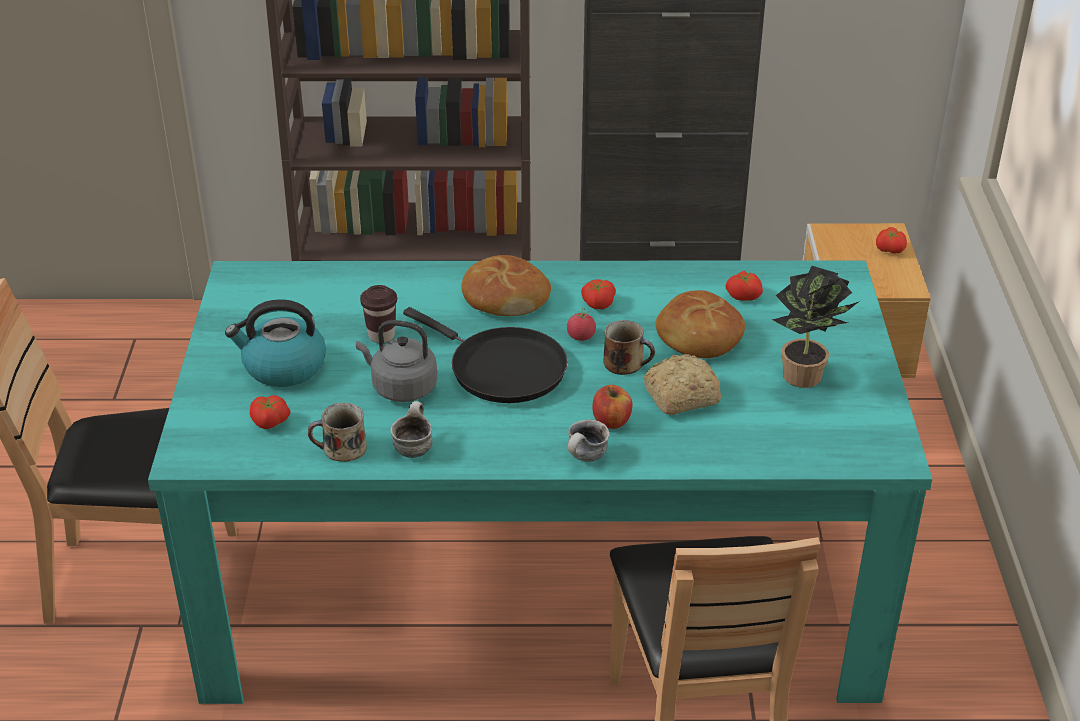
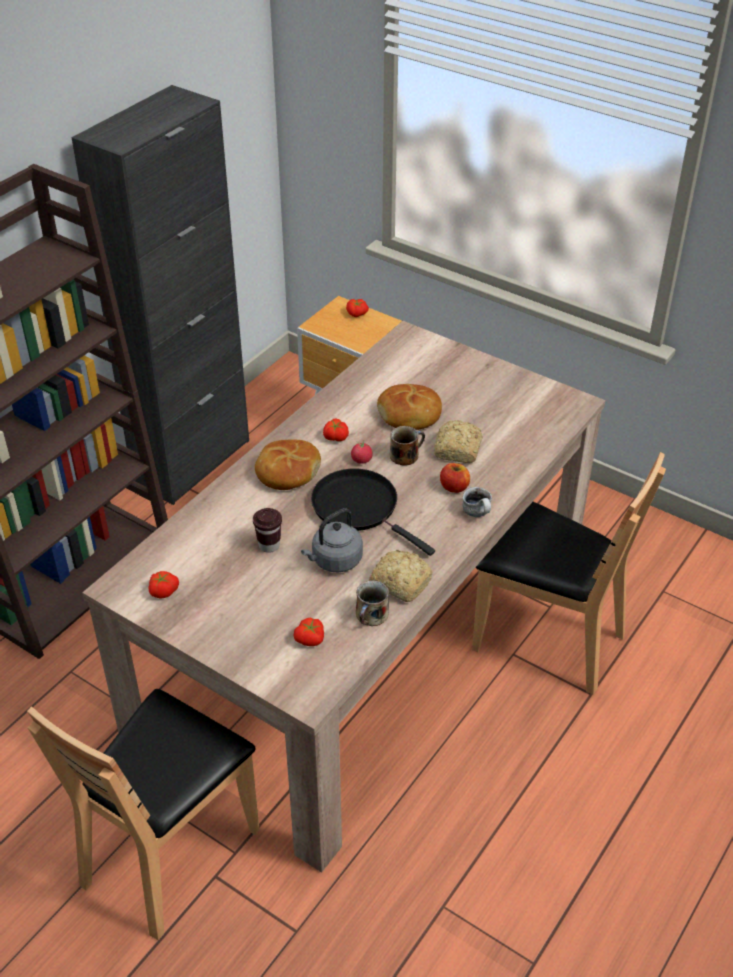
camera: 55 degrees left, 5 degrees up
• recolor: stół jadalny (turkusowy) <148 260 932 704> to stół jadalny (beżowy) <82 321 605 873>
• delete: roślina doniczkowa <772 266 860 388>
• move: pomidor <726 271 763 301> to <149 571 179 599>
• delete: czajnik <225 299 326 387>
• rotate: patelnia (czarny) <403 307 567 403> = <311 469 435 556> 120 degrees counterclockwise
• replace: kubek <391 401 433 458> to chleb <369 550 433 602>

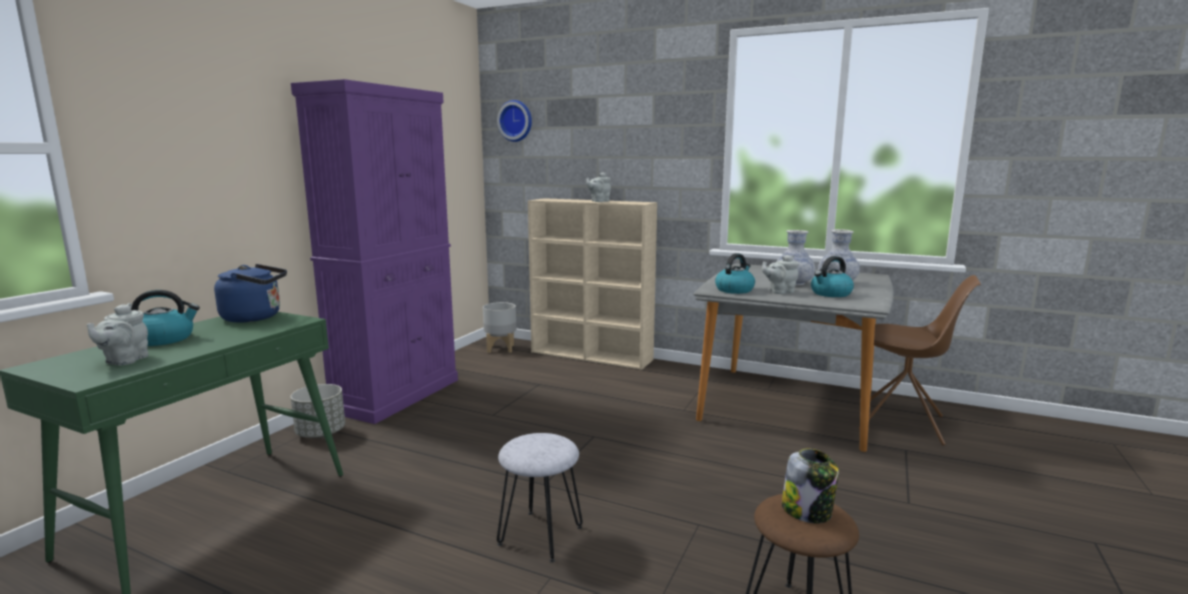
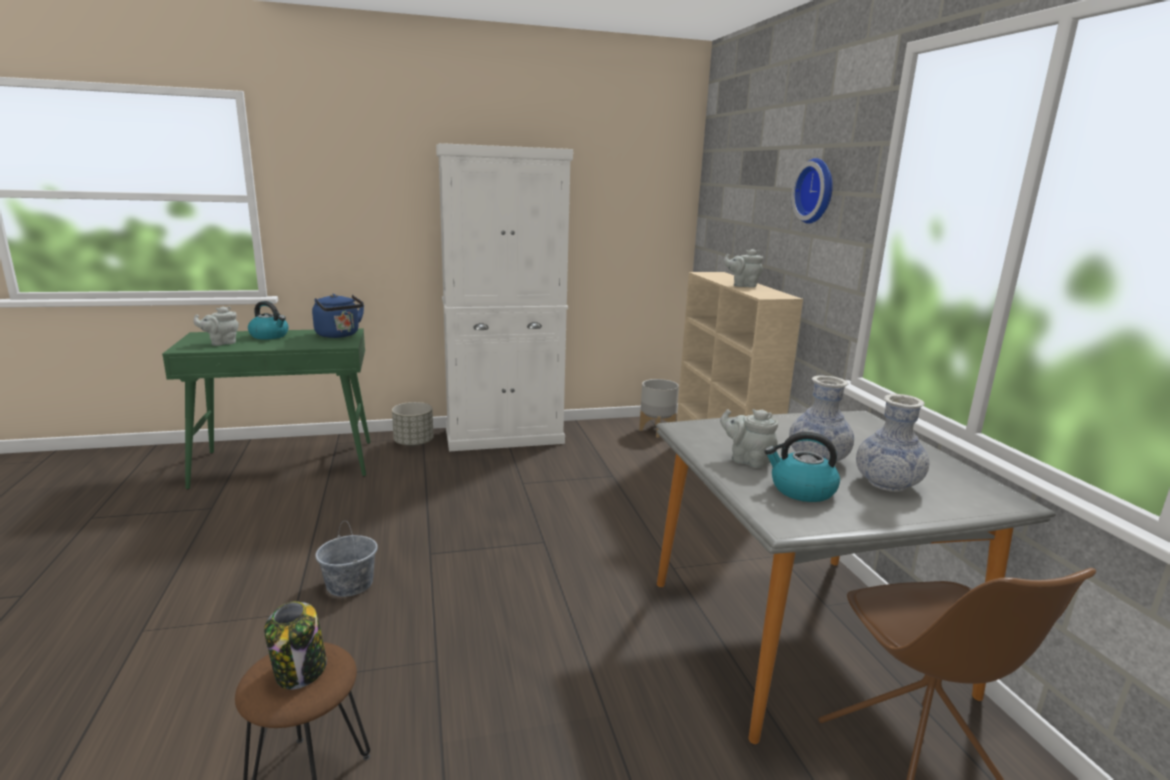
camera: 50 degrees right, 5 degrees up
• recolor: szafka (fioletowy) <291 79 458 424> to szafka (biały) <436 143 573 451>
• move: zegar ścienny <497 100 532 142> to <791 158 833 224>
• delete: czajnik <715 253 755 294>
• replace: stołek (szary) <497 433 583 563> to wiadro (szary) <315 521 378 597>

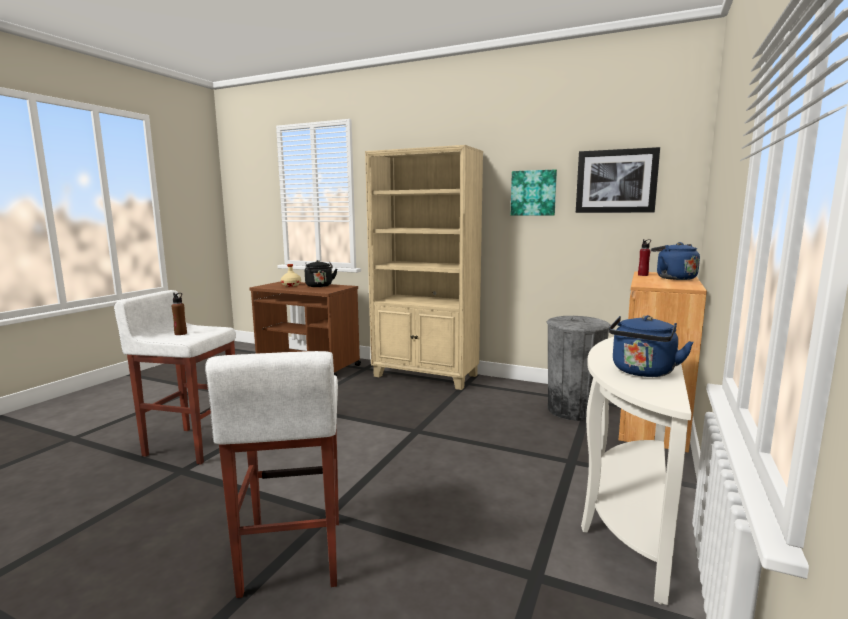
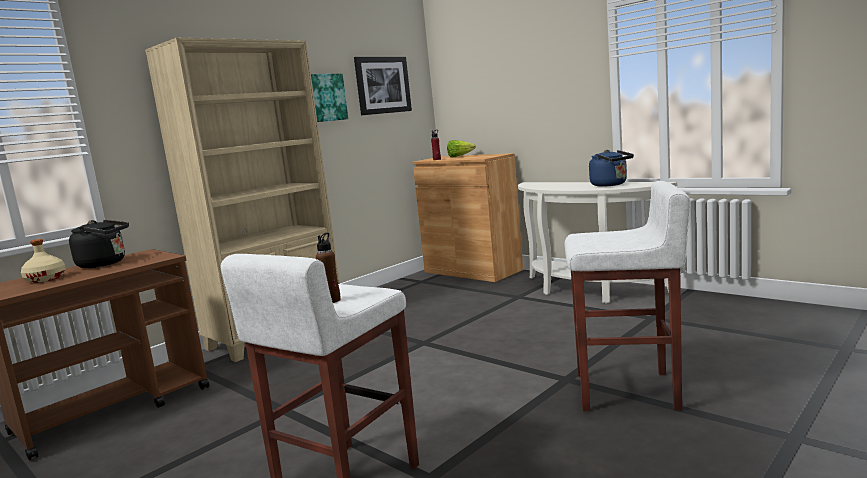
camera: 70 degrees left, 0 degrees up
• replace: czajnik (niebieski) <651 242 700 280> to sałata <447 140 476 157>
• delete: kosz na śmieci (szary) <547 316 611 421>

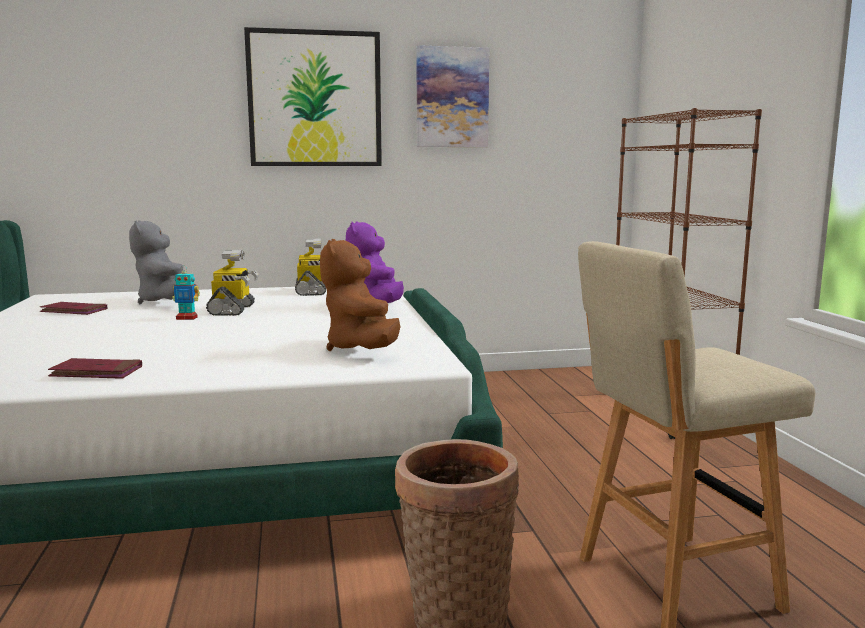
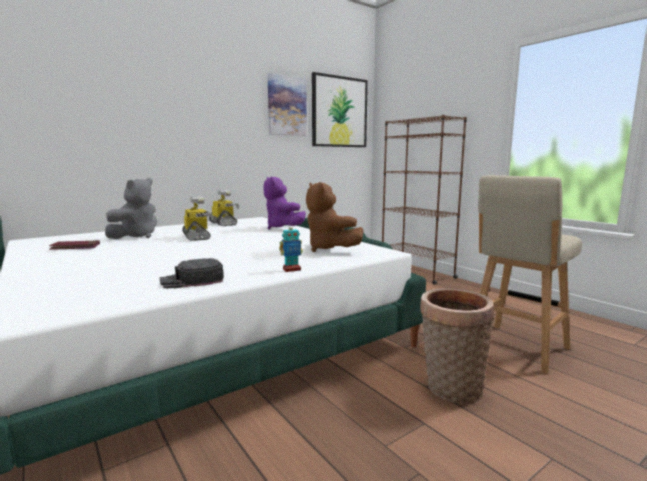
camera: 25 degrees left, 0 degrees up
• move: obraz <244 27 382 166> to <312 72 368 147>
• rotate: pluszak (szary) <129 220 183 304> = <105 178 157 239> 105 degrees counterclockwise
• move: robot zabawkowy <172 265 200 320> to <279 222 303 272>
• replace: książka (czerwony) <48 358 142 379> to czapka z daszkiem (czarny) <159 258 224 289>

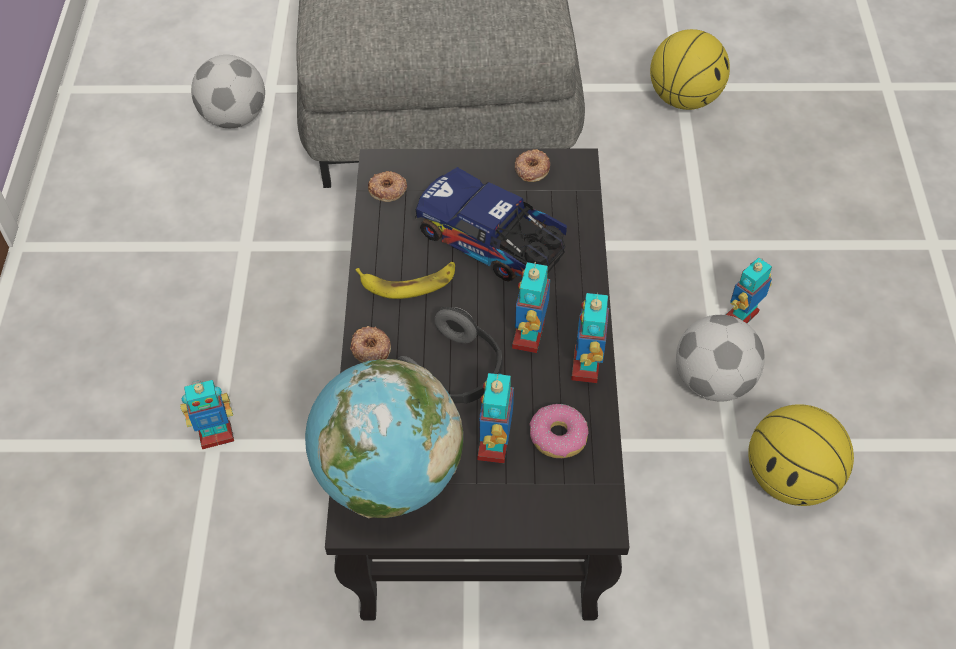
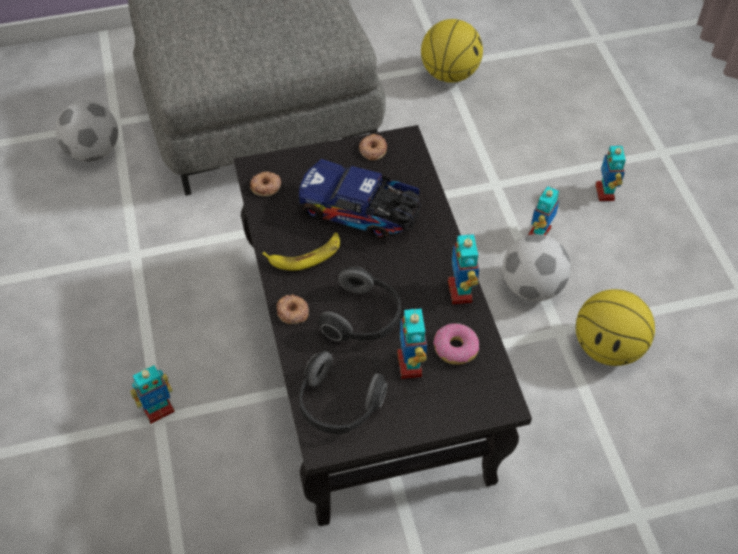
camera: 15 degrees left, 0 degrees up
• move: robot zabawkowy <512 261 550 353> to <596 143 626 201>
• replace: globus <305 359 463 518> to słuchawki <299 351 387 434>

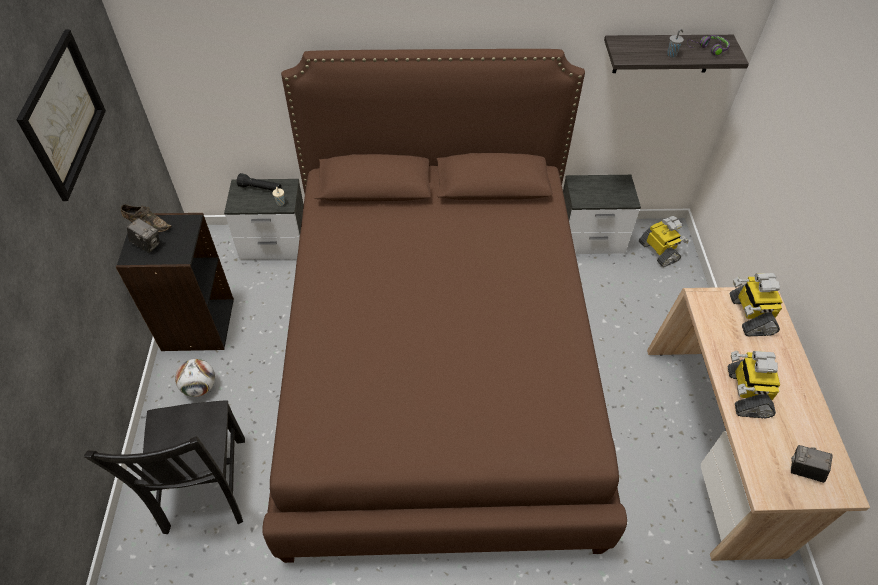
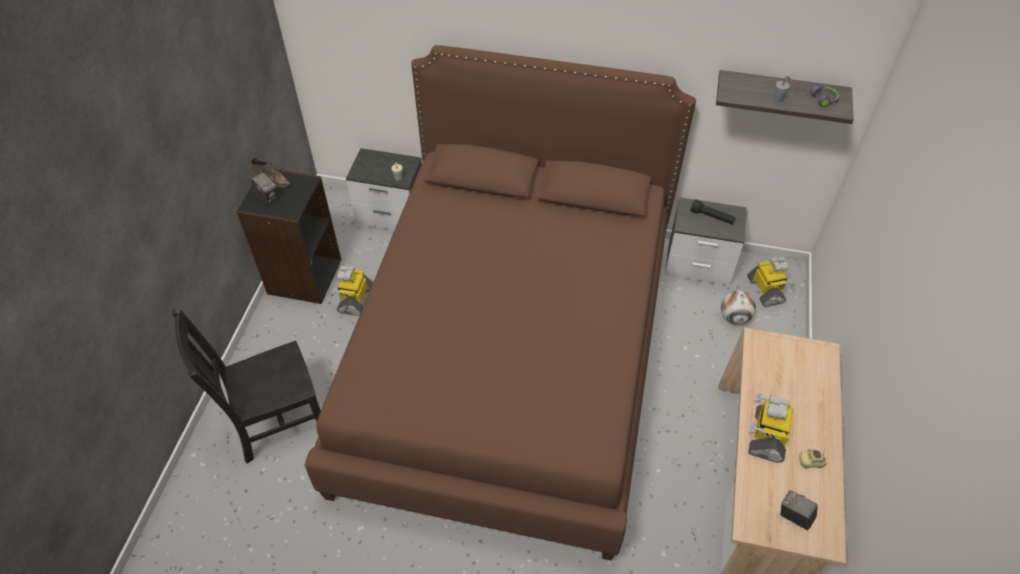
camera: 15 degrees right, 0 degrees up
• delete: obraz <16 30 106 201>
• move: latarka (czarny) <237 173 281 191> to <690 199 735 224>
• move: robot zabawkowy <730 273 782 336> to <330 266 373 316>
• move: piłka futbolowa <175 359 215 397> to <721 291 756 325>
• rotate: krzesło (czarny) <84 400 245 534> = <172 309 321 463> 60 degrees clockwise
• insert: samochodzik <799 450 826 468>

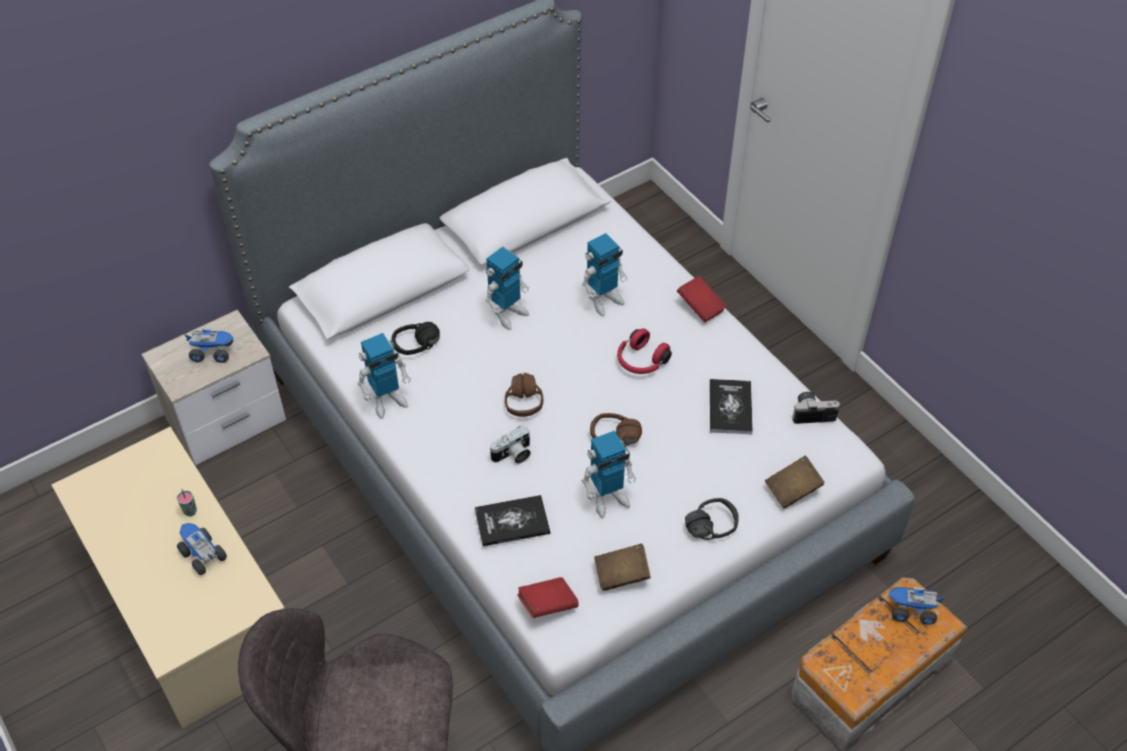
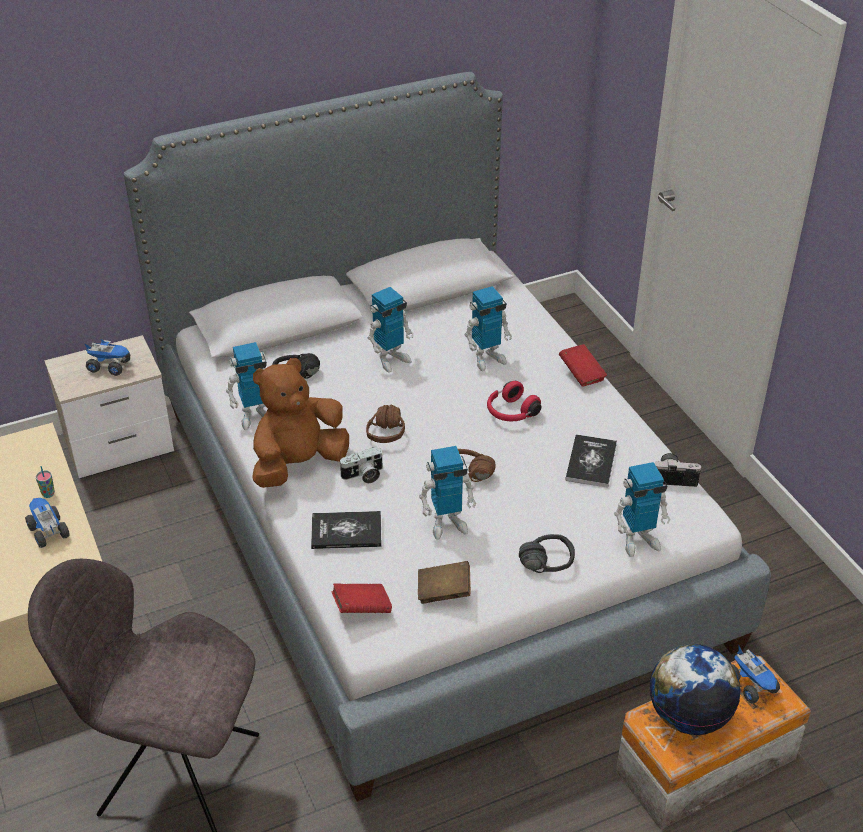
camera: 10 degrees right, 10 degrees down
• replace: książka (brązowy) <765 456 825 509> to robot zabawkowy <614 462 670 557>
• rotate: ciężarówka zabawkowa <888 587 944 625> = <732 646 780 703> 135 degrees counterclockwise
• insert: pluszak (brązowy) <253 358 349 488>
• insert: globus <650 644 741 735>

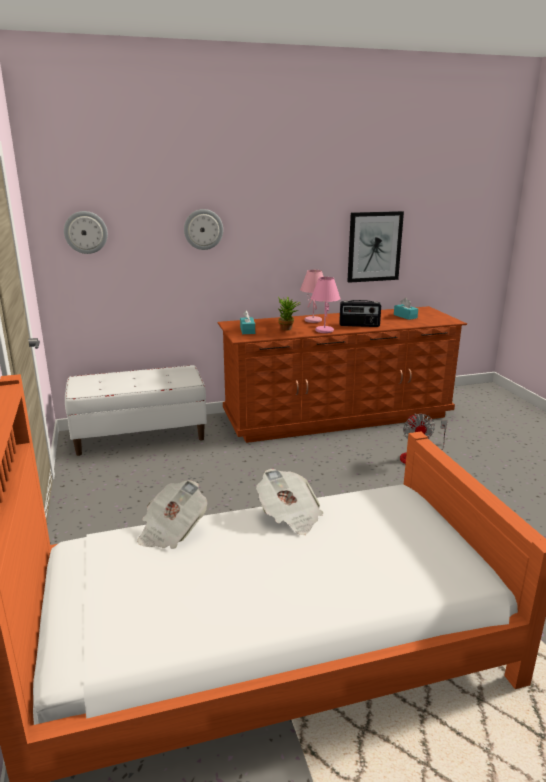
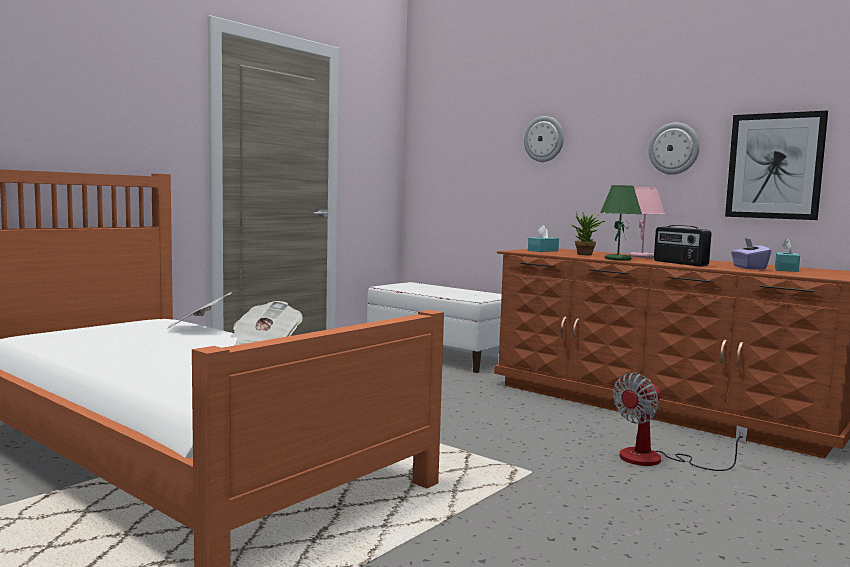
camera: 55 degrees right, 15 degrees down
• move: zegar ścienny <64 211 108 254> to <649 122 700 175>
• recolor: lampa stołowa (różowy) <311 277 341 333> to lampa stołowa (zielony) <600 185 642 260>
• insert: pudełko chusteczek (fioletowy) <731 238 771 270>

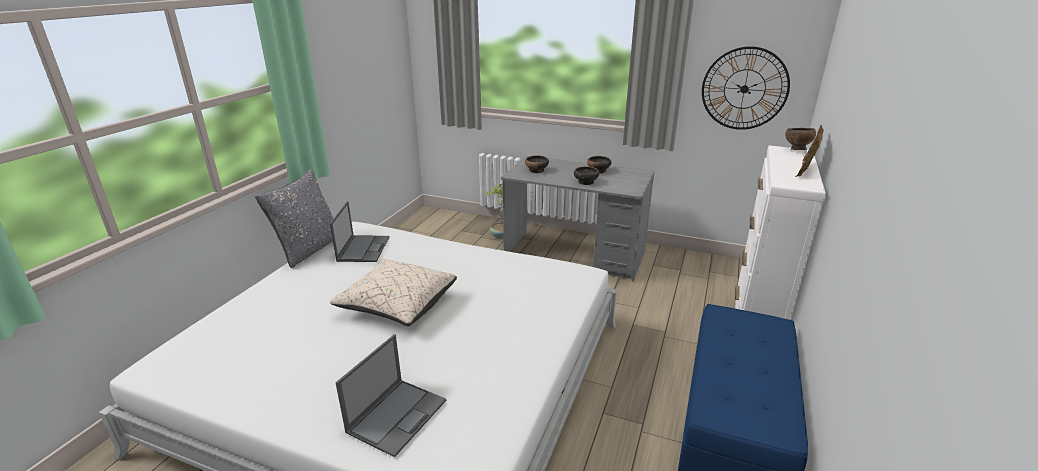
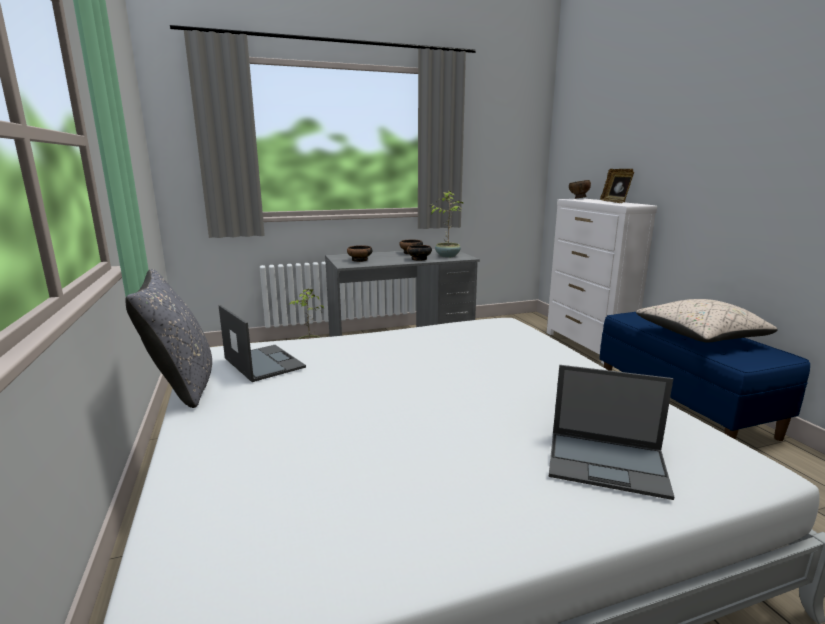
camera: 40 degrees left, 10 degrees down
• delete: zegar ścienny <702 46 790 130>
• move: poduszka (beżowy) <330 259 457 326> to <636 299 778 343>
• rotate: laptop <335 334 446 457> = <549 365 674 500> 120 degrees clockwise
• insert: roślina doniczkowa <431 191 464 258>

